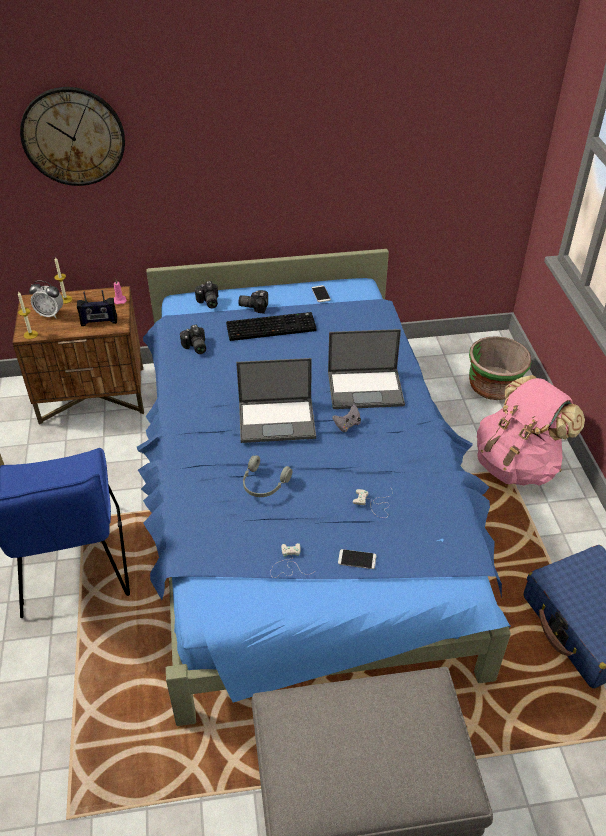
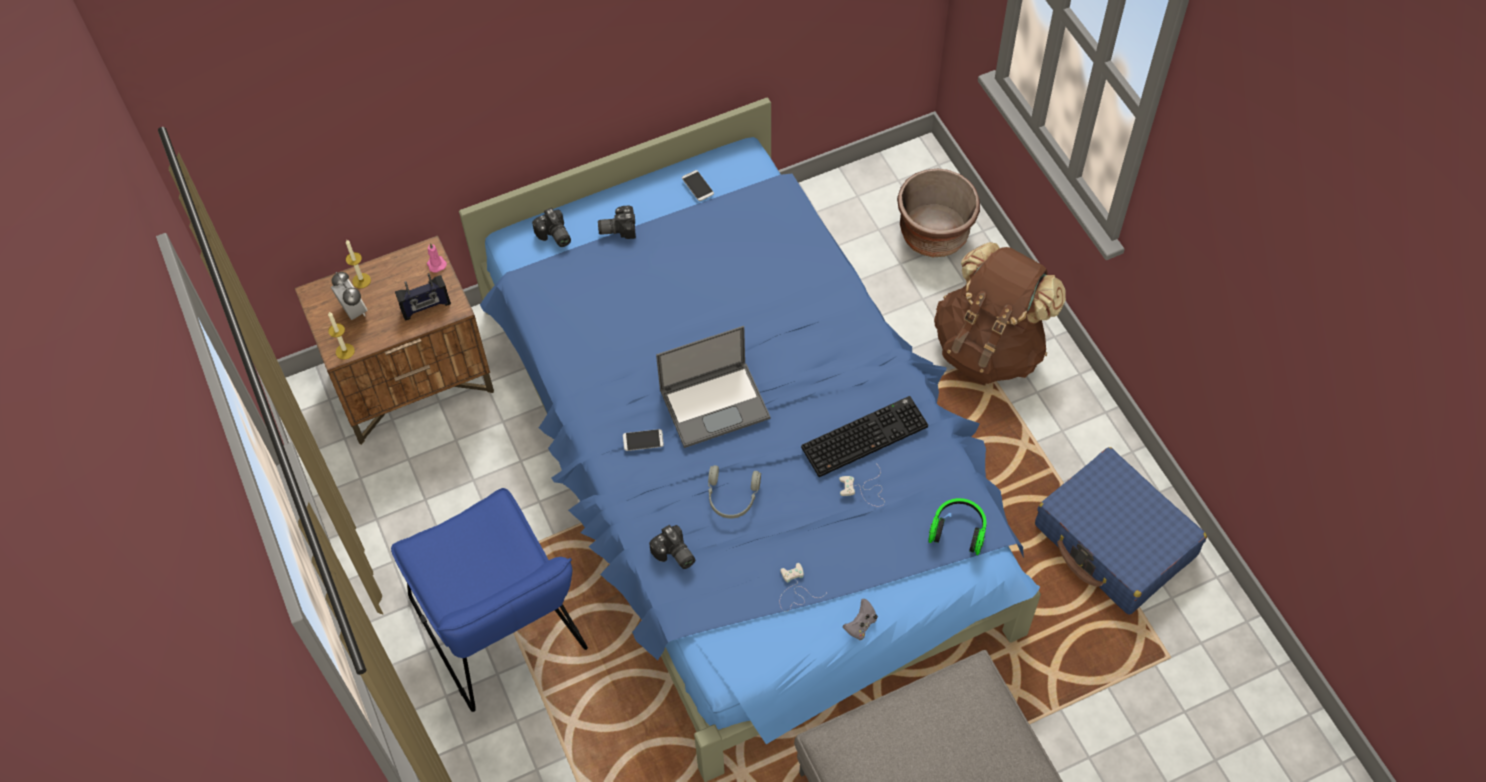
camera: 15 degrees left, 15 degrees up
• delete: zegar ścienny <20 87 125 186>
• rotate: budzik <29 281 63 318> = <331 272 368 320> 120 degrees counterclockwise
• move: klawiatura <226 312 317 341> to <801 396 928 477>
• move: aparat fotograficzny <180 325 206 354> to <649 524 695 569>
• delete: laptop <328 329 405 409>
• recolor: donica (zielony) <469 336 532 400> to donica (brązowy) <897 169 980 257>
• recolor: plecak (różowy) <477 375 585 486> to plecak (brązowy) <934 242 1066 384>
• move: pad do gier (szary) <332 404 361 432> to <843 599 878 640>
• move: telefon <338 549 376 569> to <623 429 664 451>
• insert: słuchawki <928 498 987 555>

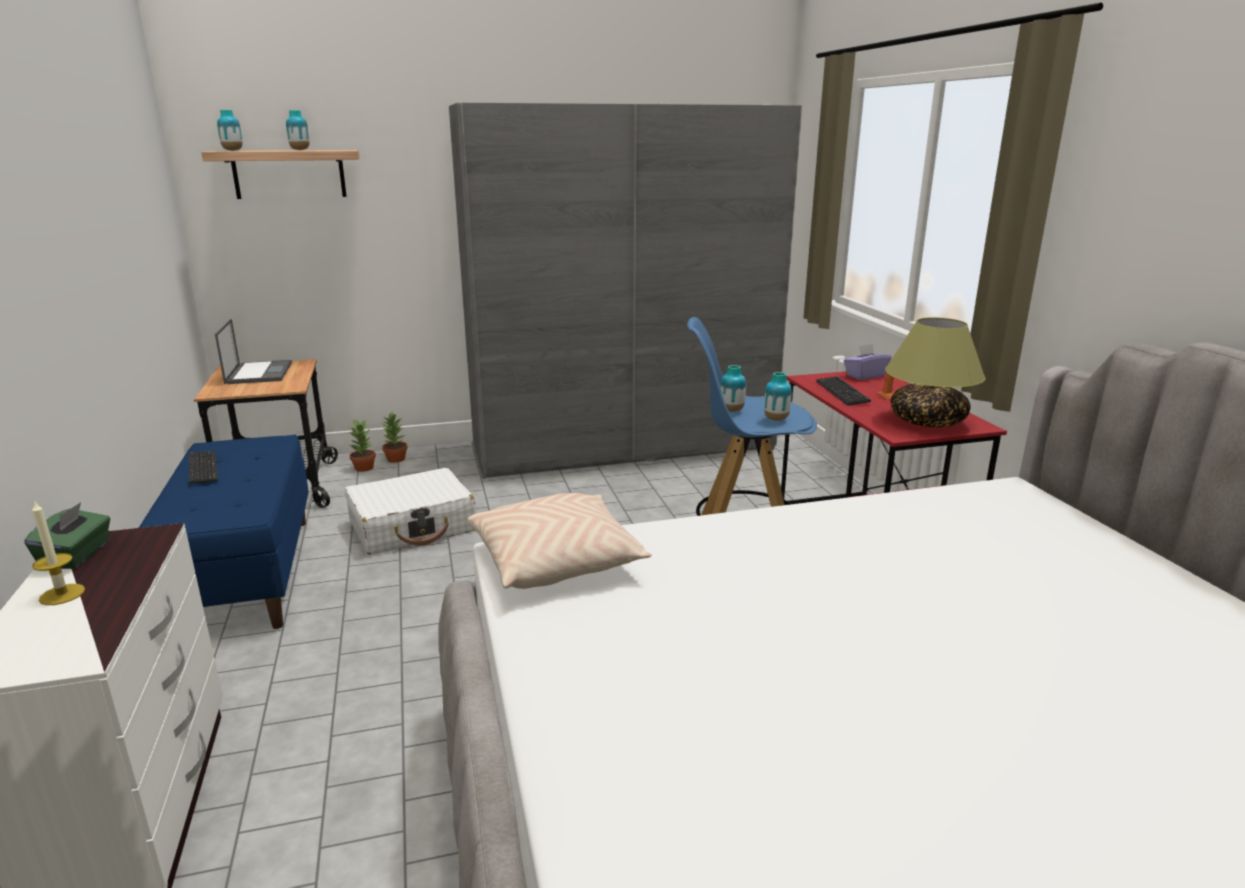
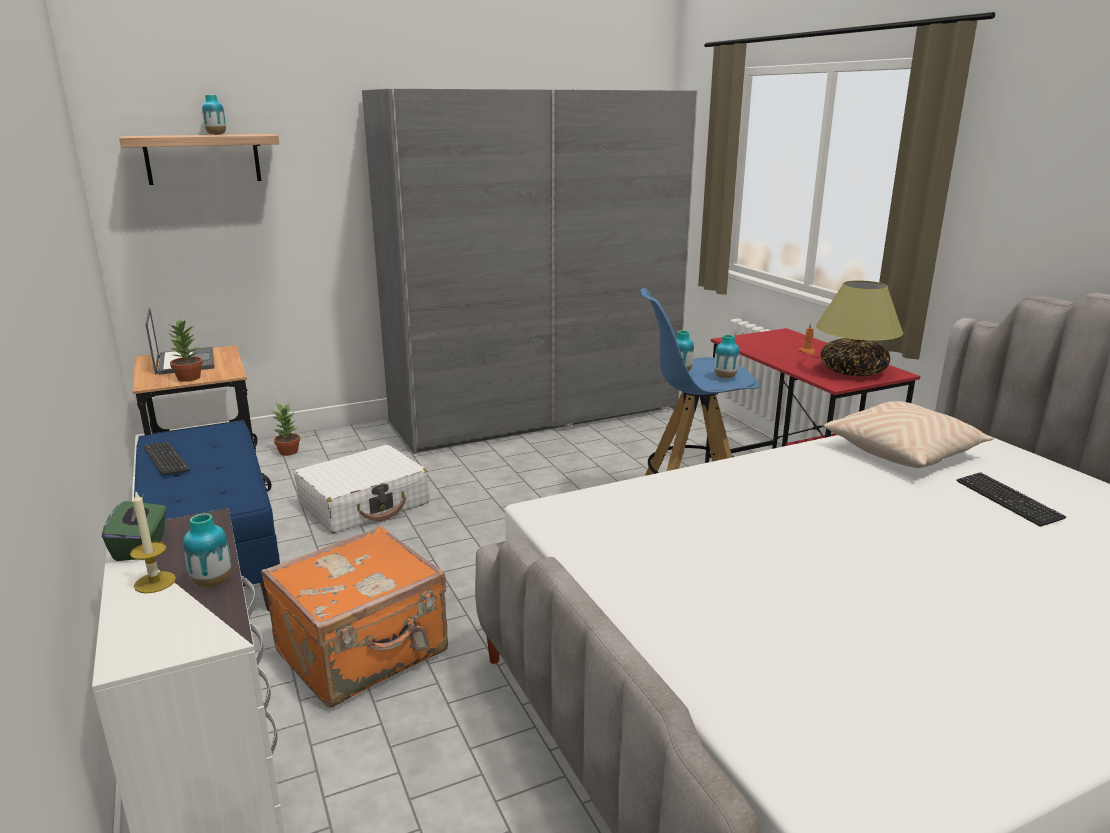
camera: 10 degrees left, 0 degrees up
• move: wazon <217 110 242 151> to <183 513 231 587>
• delete: pudełko chusteczek (fioletowy) <844 344 892 380>
• move: klawiatura <816 376 871 406> to <957 472 1066 527>
• move: roślina doniczkowa <382 413 408 463> to <166 320 203 382>
• move: poduszka (beżowy) <468 493 652 589> to <823 401 994 468>
• insert: walizka (pomarańczowy) <261 526 448 708>

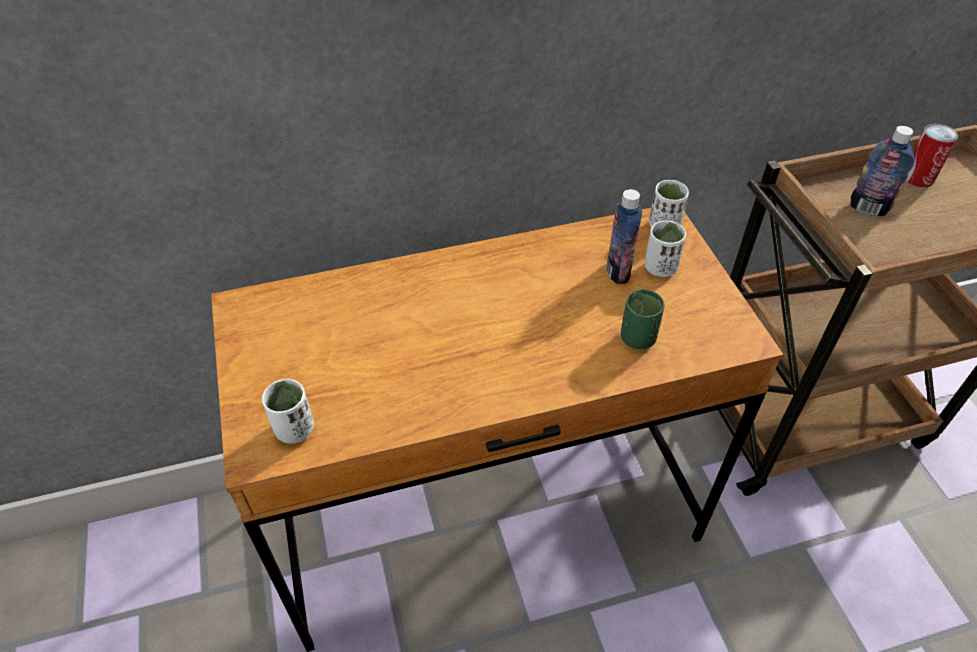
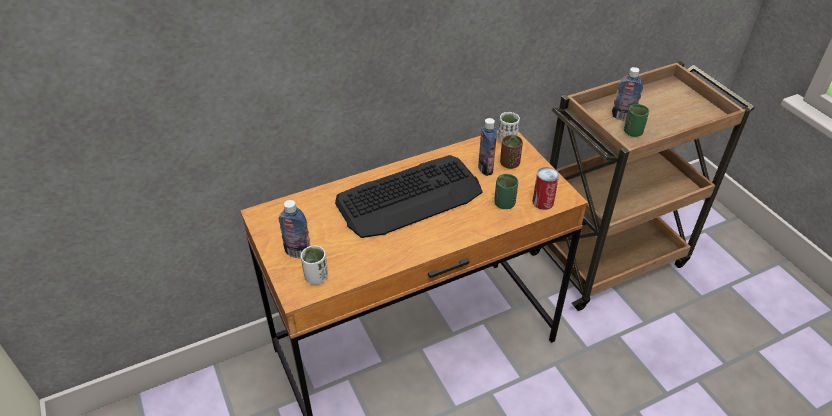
camera: 10 degrees left, 5 degrees down
• move: puszka <906 124 958 187> to <532 167 559 210>
• recolor: filiżanka (biały) <645 221 686 277> to filiżanka (brązowy) <500 135 523 169>
• insert: filiżanka (zielony) <624 104 649 137>
• insert: klawiatura <335 155 482 238>
• insert: butelka <278 200 310 258>

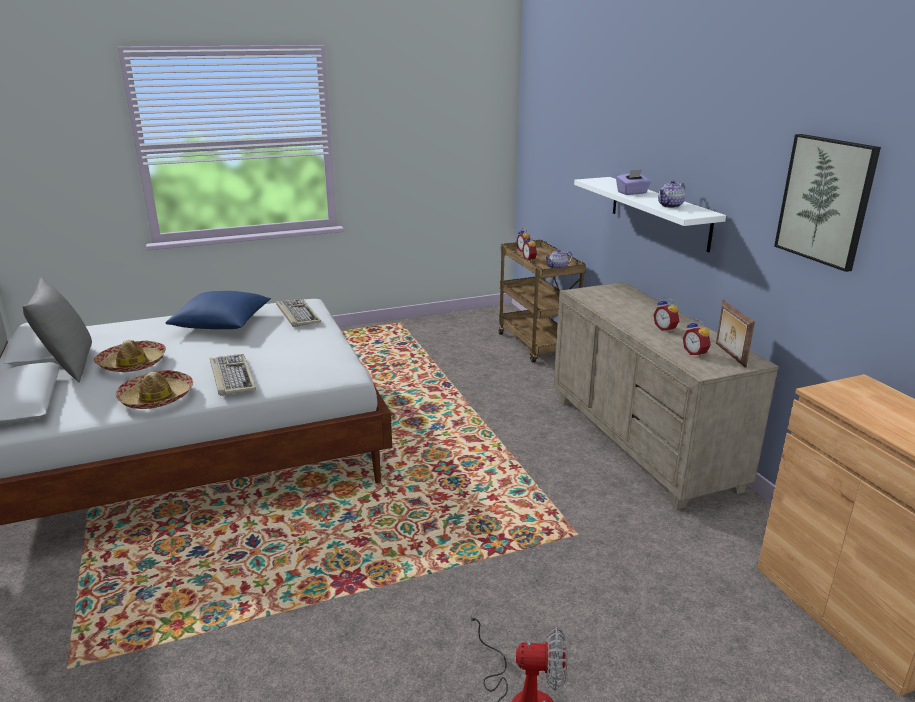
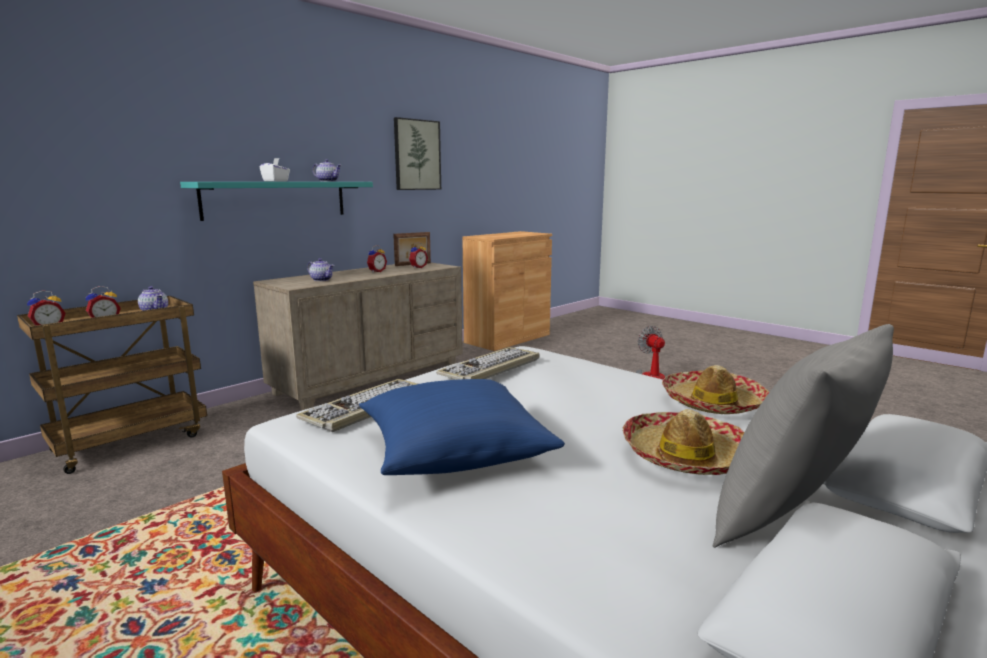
camera: 115 degrees left, 10 degrees down
• recolor: pudełko chusteczek (fioletowy) <616 170 651 195> to pudełko chusteczek (biały) <260 158 290 182>
• recolor: półka (biały) <574 177 726 252> to półka (turkusowy) <180 182 373 221>
• move: klawiatura <210 354 256 396> to <436 347 540 380>
• insert: imbryk <307 258 334 281>

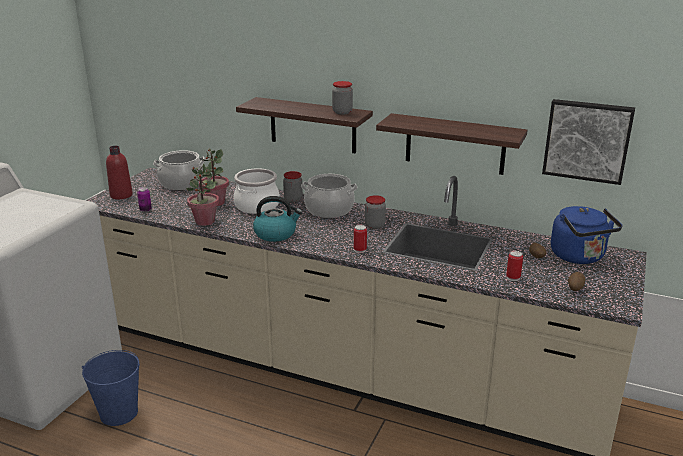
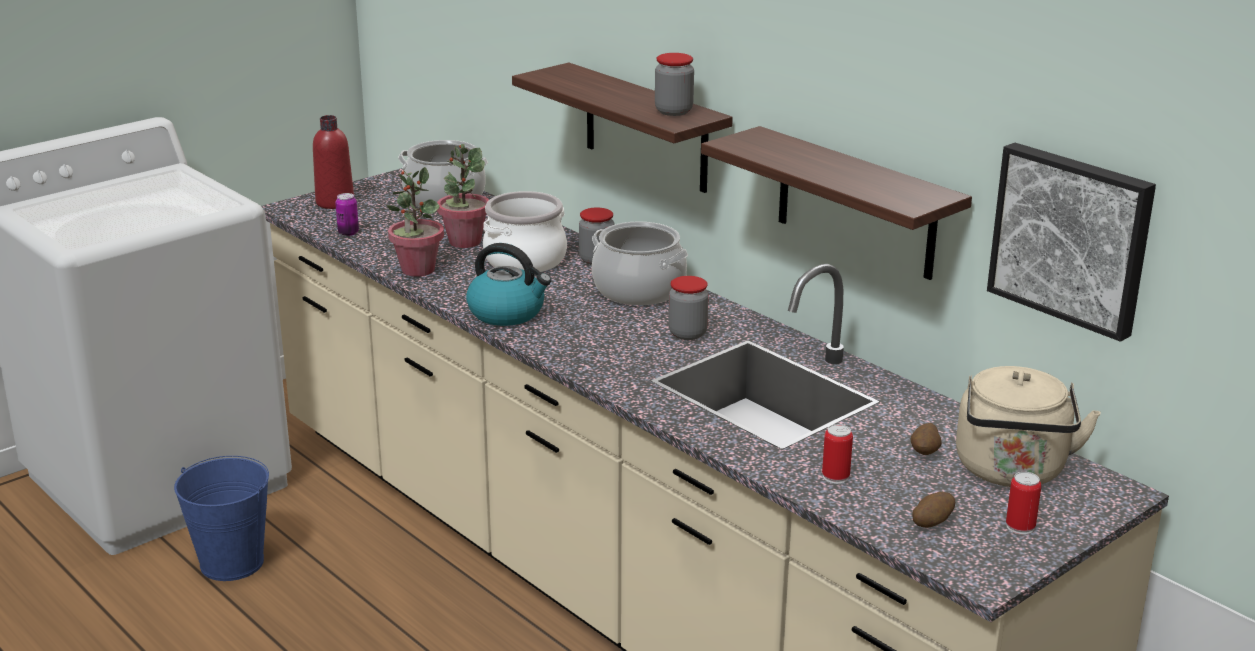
camera: 25 degrees right, 0 degrees up
• recolor: czajnik (niebieski) <551 206 623 264> to czajnik (beżowy) <956 366 1101 487>
• move: puszka <354 225 367 253> to <1006 472 1042 535>

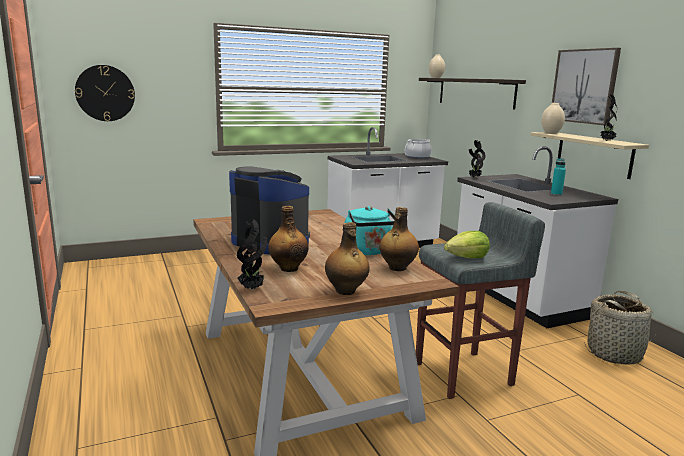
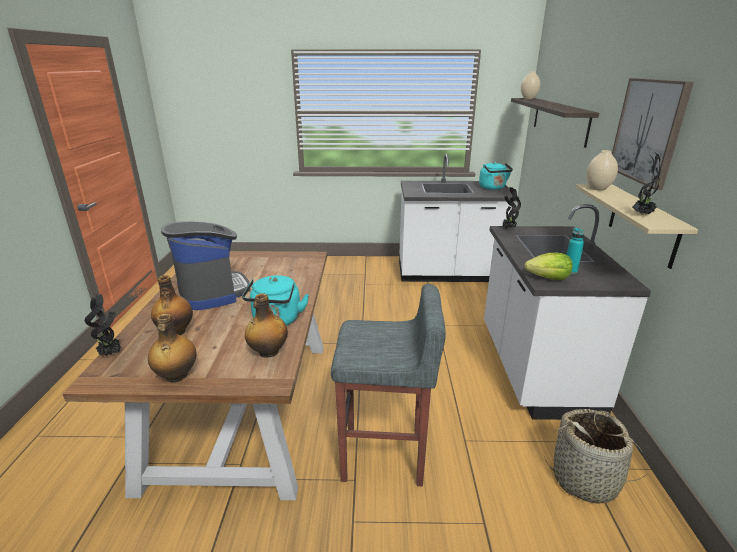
camera: 25 degrees right, 10 degrees up
• delete: zegar ścienny <75 65 135 121>
• replace: garnek <405 139 432 159> to czajnik (turkusowy) <479 162 513 190>
• move: sałata <444 231 490 258> to <524 253 573 280>

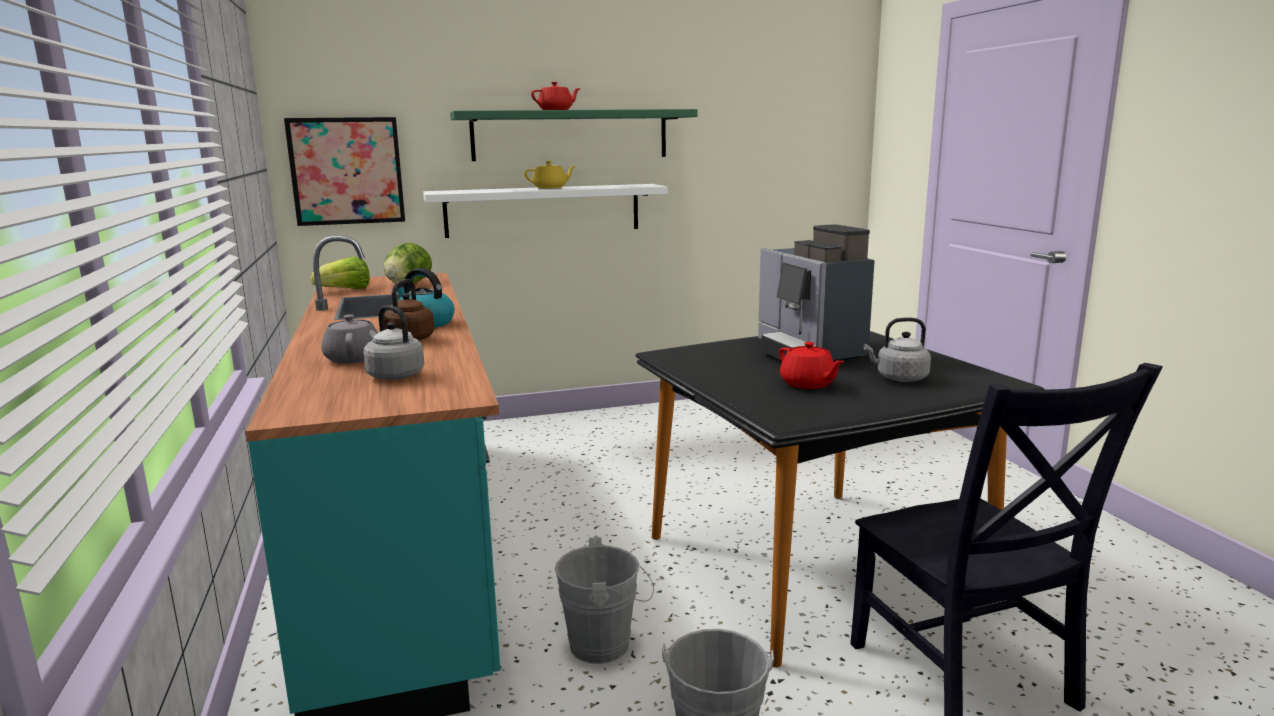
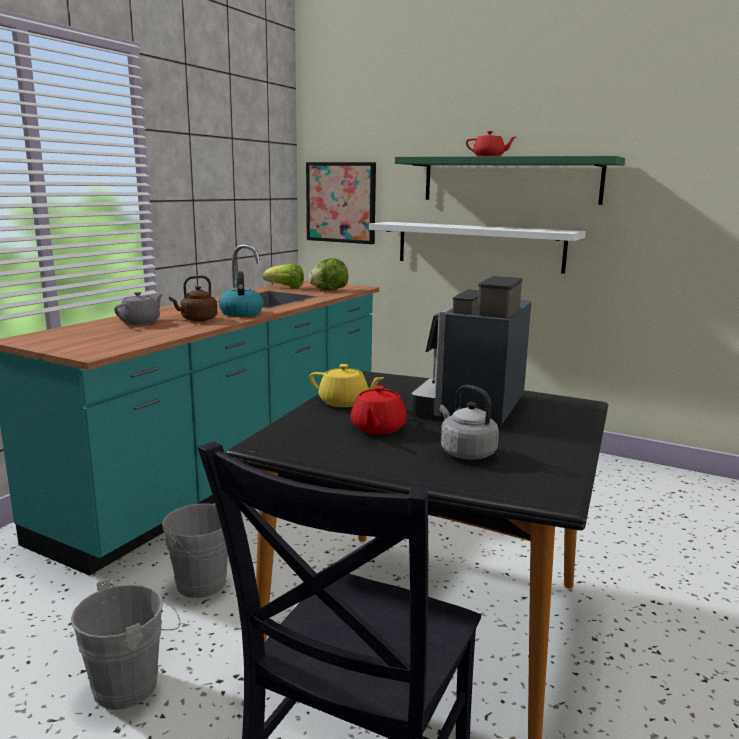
camera: 45 degrees right, 0 degrees up
• move: imbryk (żółty) <524 161 576 189> to <309 364 383 407>
• delete: czajnik (szary) <363 306 424 380>

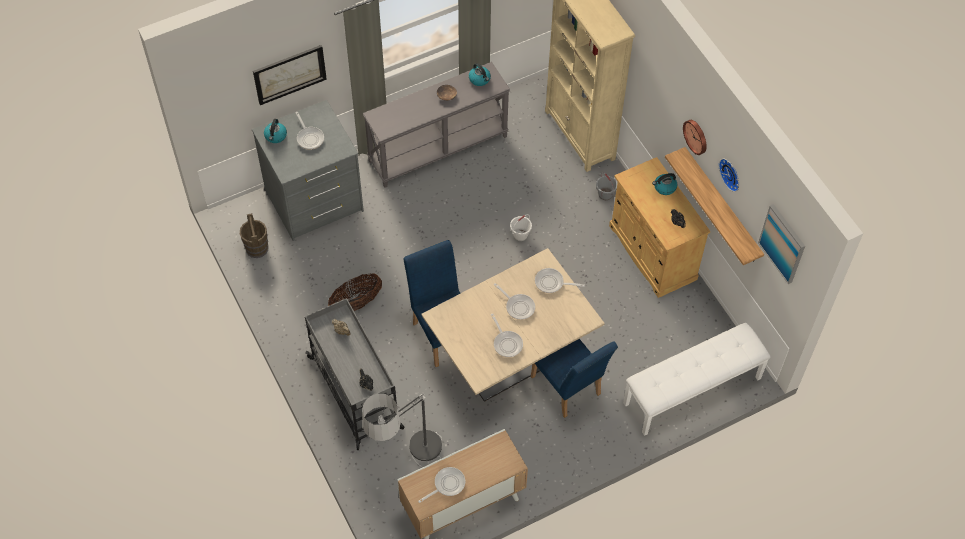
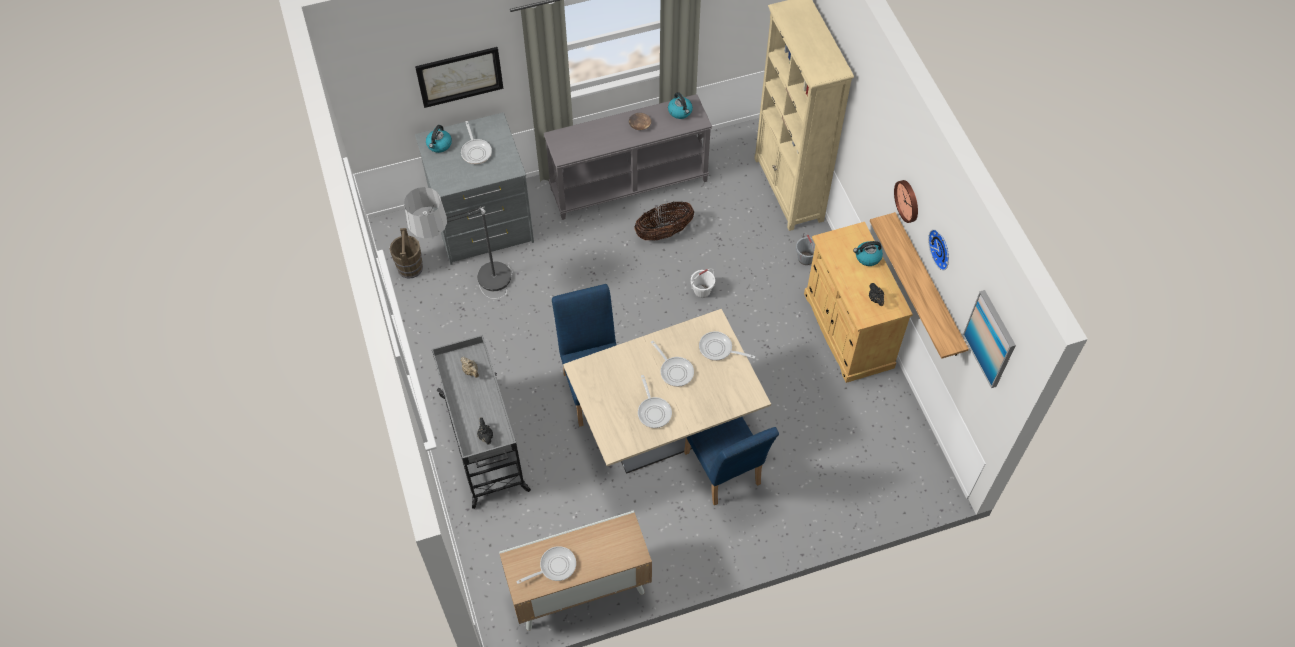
camera: 10 degrees right, 0 degrees up
• move: koszyk <328 273 382 311> to <634 201 694 240>
• delete: ławka (biały) <623 323 771 436>
• move: lampa stojąca <362 393 442 468> to <404 187 513 299>

